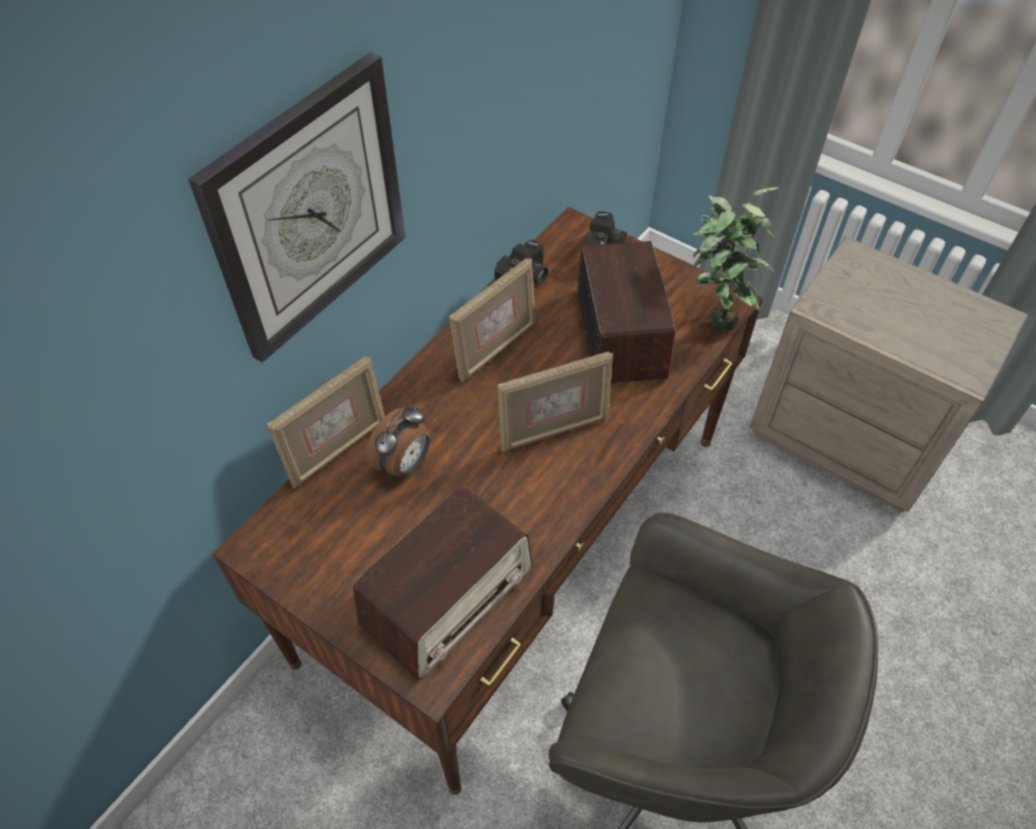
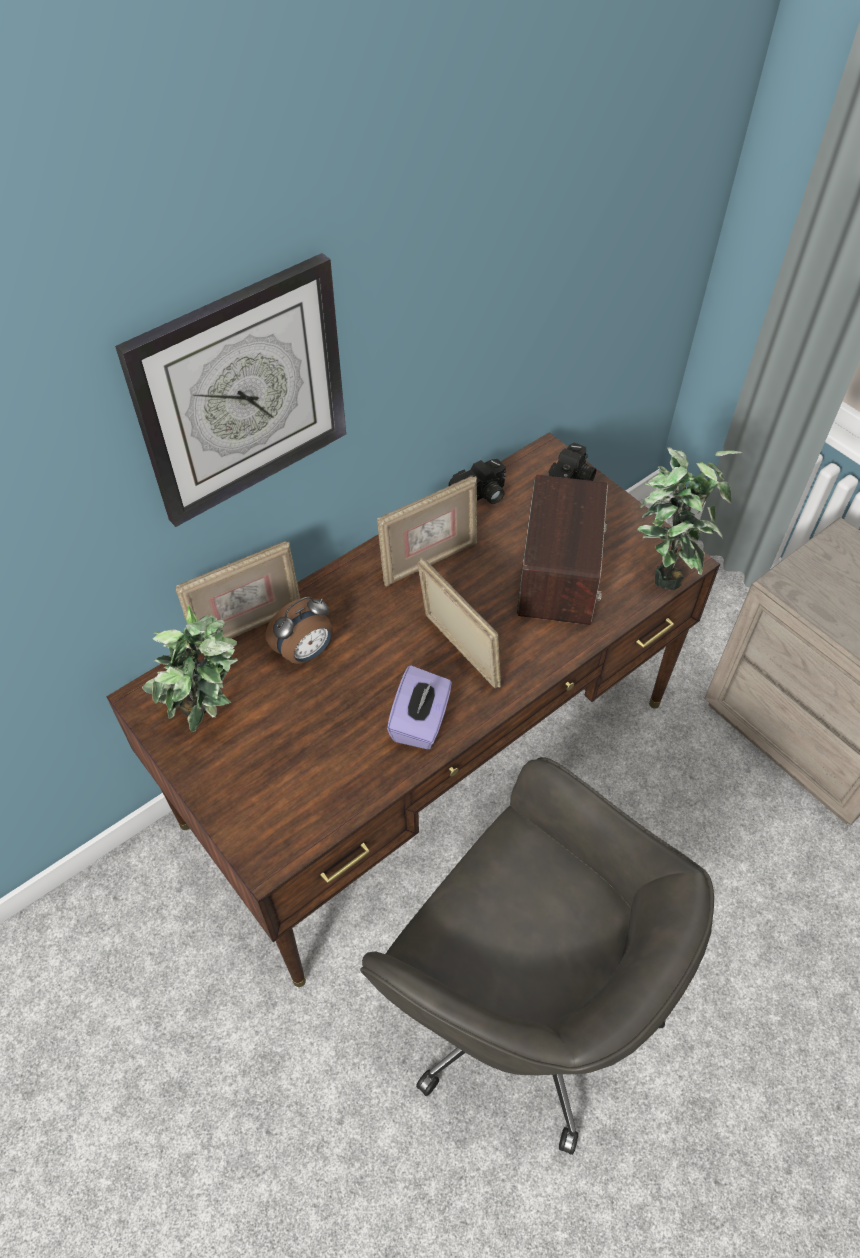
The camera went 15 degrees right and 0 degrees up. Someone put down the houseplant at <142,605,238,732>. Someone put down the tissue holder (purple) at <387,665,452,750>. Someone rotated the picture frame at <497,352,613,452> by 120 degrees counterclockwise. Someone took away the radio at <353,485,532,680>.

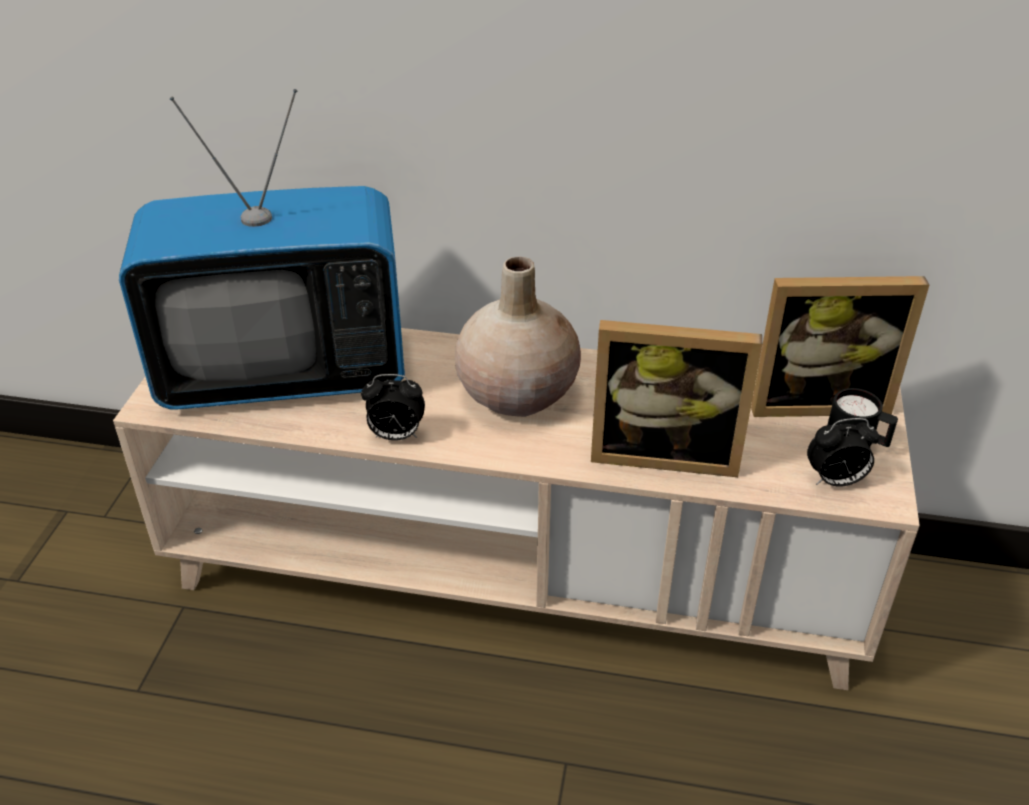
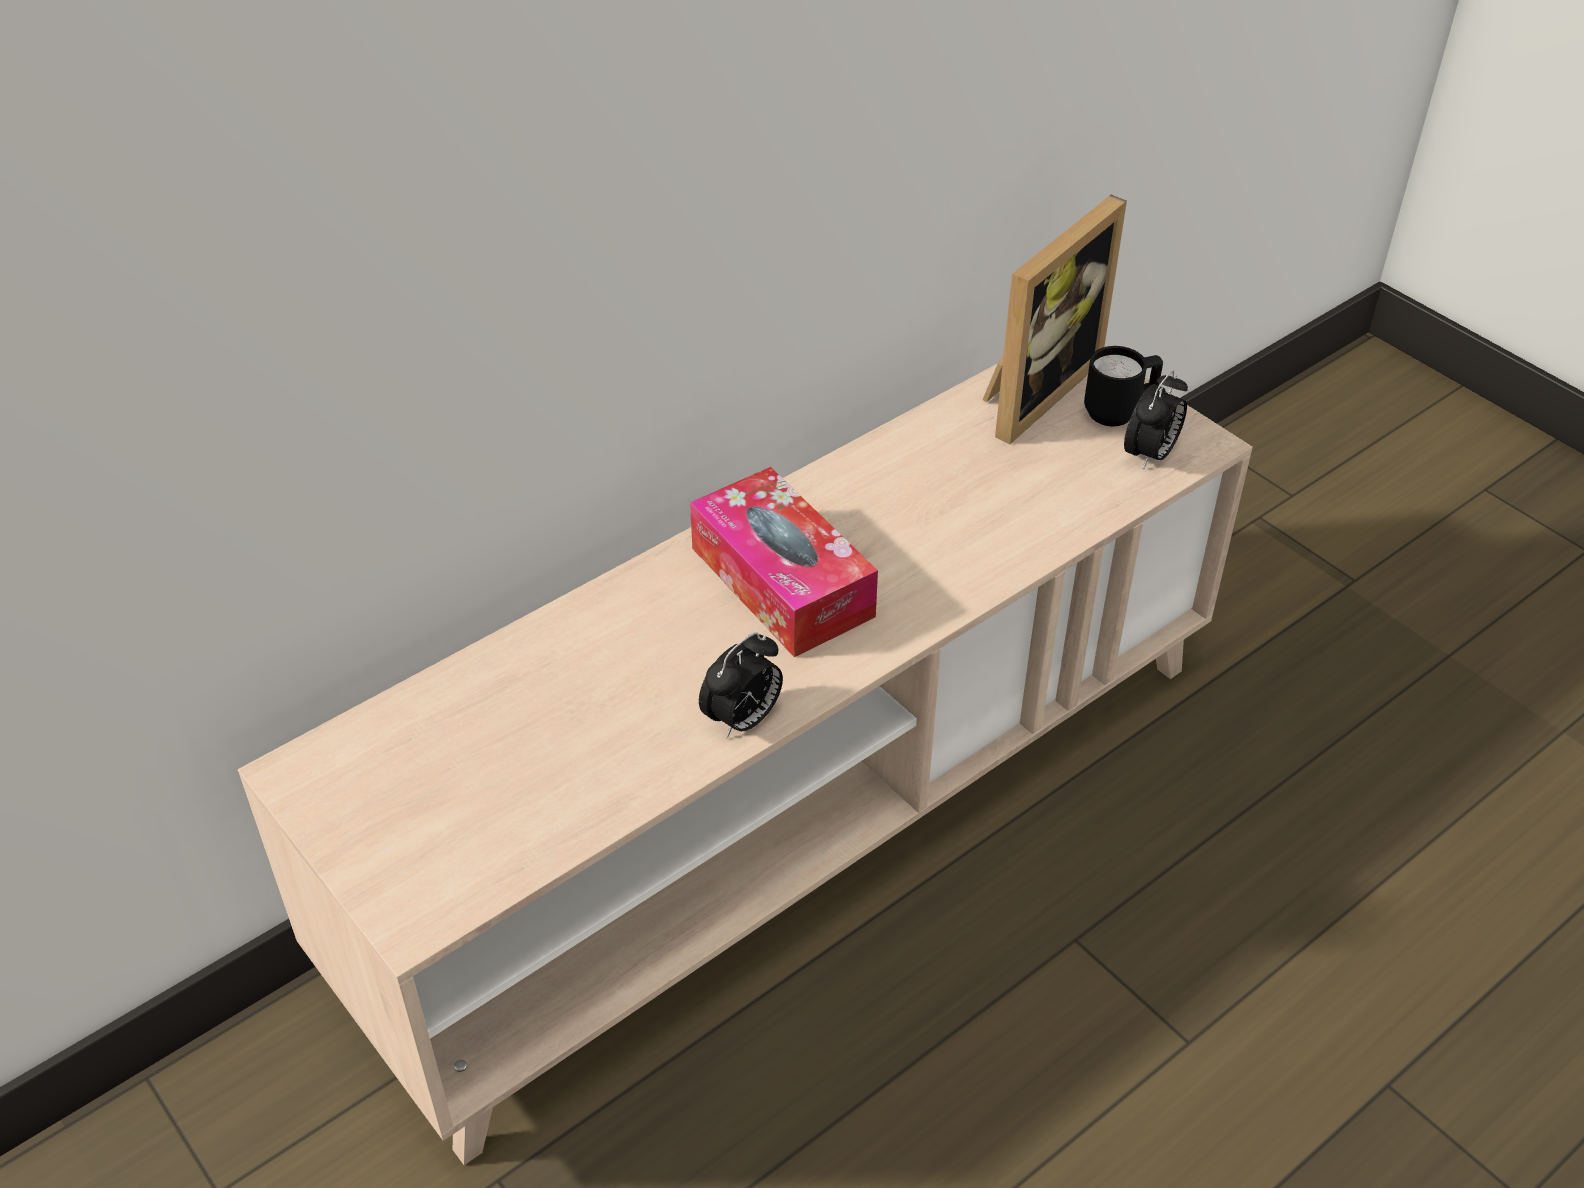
The camera went 50 degrees left and 5 degrees up. Someone swapped the decorative vase (beige) at <455,257,581,417> for the tissue holder at <690,467,878,657>. Someone took away the TV at <119,89,405,409>. Someone took away the picture frame at <591,320,762,477>.

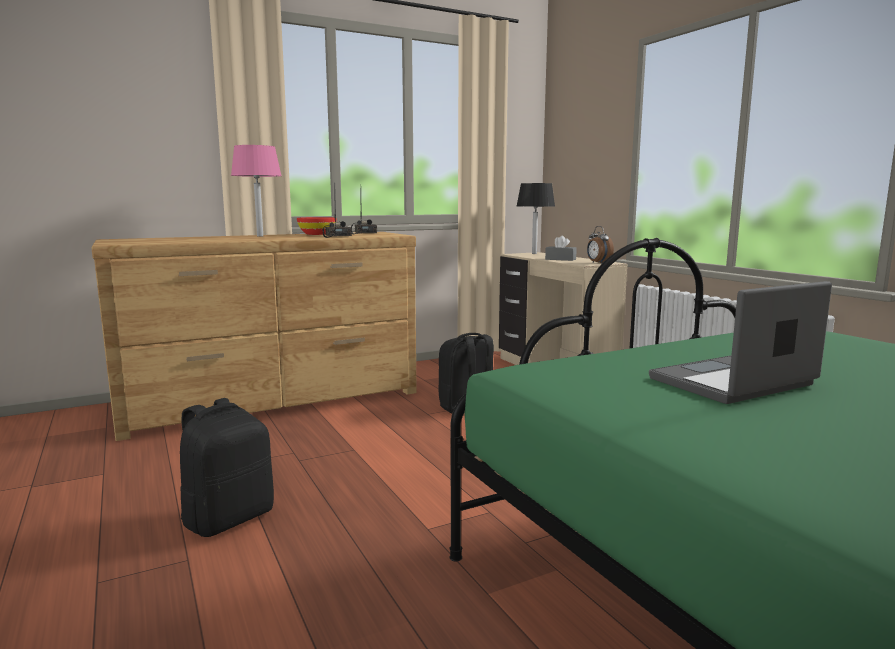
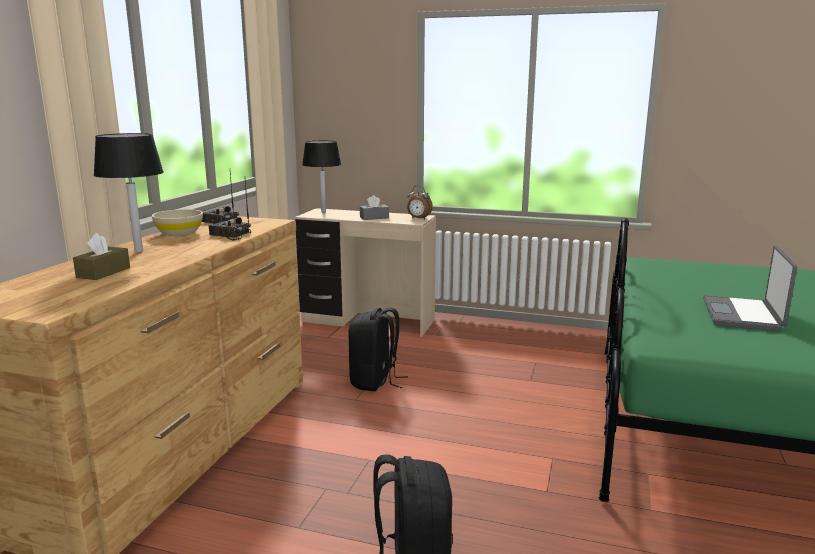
The camera went 45 degrees left and 5 degrees up. Someone put down the tissue holder (brown) at <73,233,130,280>. Someone repainted the table lamp (pink-coloured) at <231,145,282,237>, which became the table lamp (blackish) at <93,133,164,252>. Someone repainted the serving bowl (red) at <297,217,335,235>, which became the serving bowl (beige) at <152,209,203,236>.

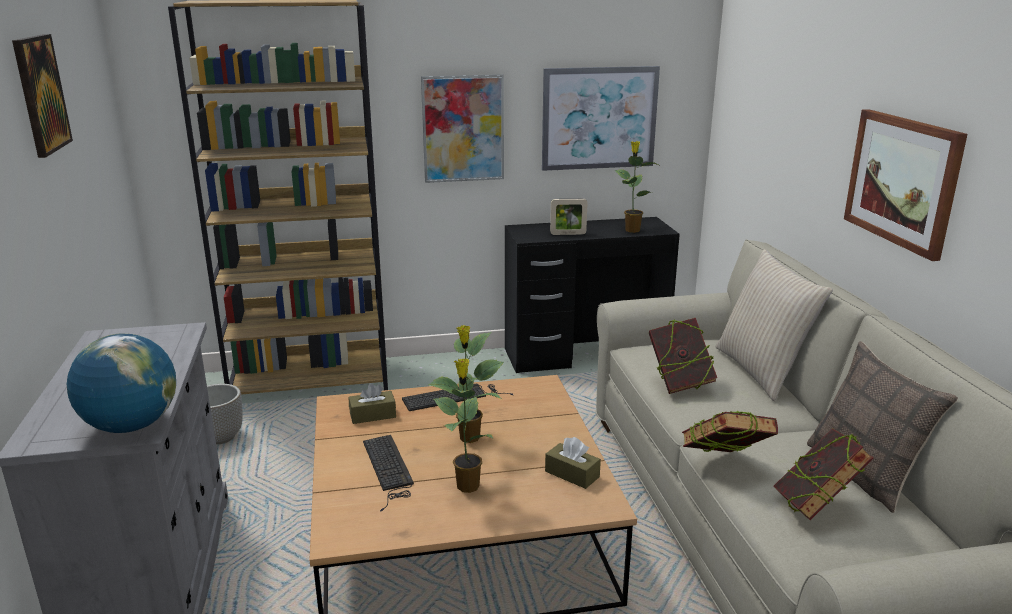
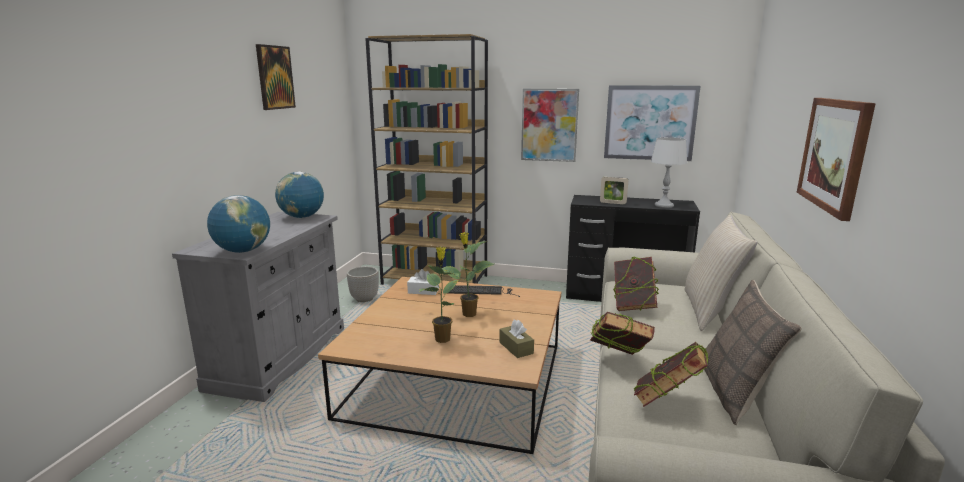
The camera went 25 degrees right and 5 degrees down. Someone put down the desk globe at <275,171,324,218>. Someone repainted the tissue holder (brown) at <349,383,396,424>, which became the tissue holder (white-coloured) at <407,269,439,295>. Someone swapped the houseplant at <614,141,658,233> for the table lamp (greyish) at <651,137,687,208>. Someone took away the computer keyboard at <363,435,414,511>.

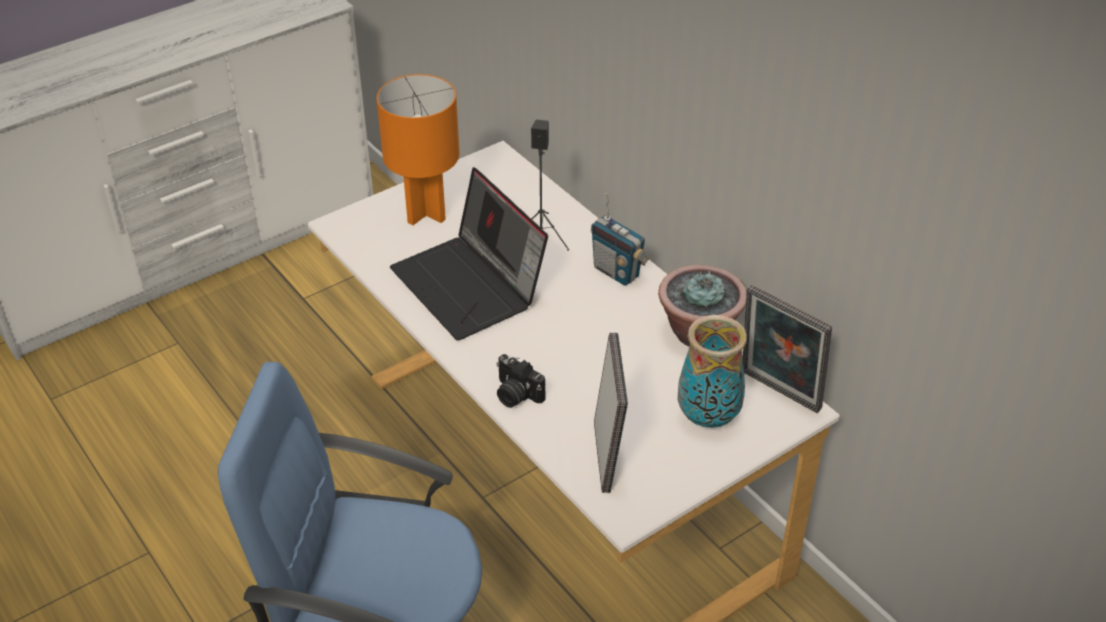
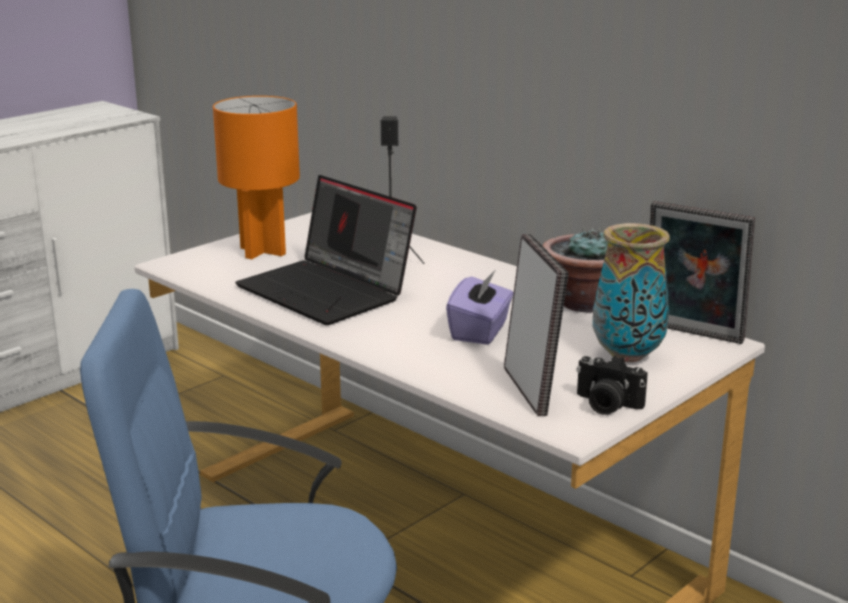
The camera went 10 degrees left and 20 degrees down. Someone put down the tissue holder (purple) at <446,271,514,345>. Someone carried the photo camera from <497,354,545,408> to <576,356,648,415>. Someone took away the radio at <591,193,649,286>.

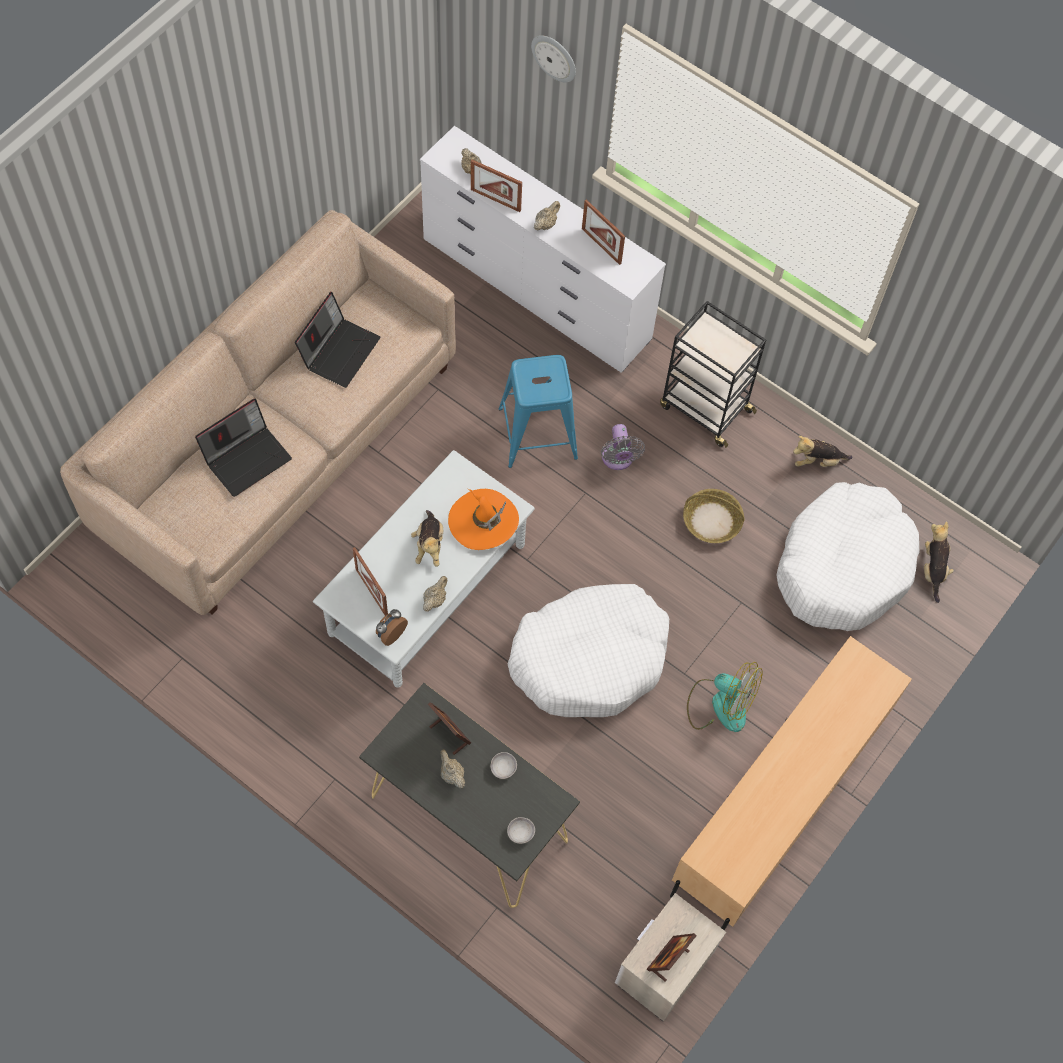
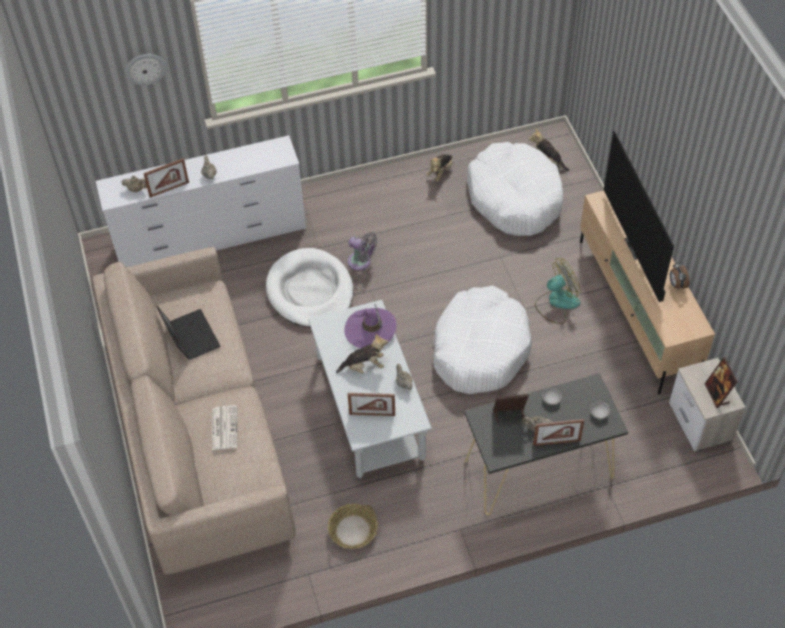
The camera went 50 degrees left and 10 degrees down. Someone swapped the portable computer at <195,398,292,497> for the printed paper at <212,405,237,450>. Someone swapped the stool (blue) at <499,355,578,468> for the pet bed (white-coloured) at <266,248,353,327>. Someone carried the storage basket from <683,489,745,543> to <328,504,378,549>. Someone rotated the plush toy at <411,510,444,567> by 45 degrees counterclockwise. Someone repainted the hat (orange-coloured) at <448,488,519,550>, which became the hat (purple) at <344,304,397,348>. Someone carried the picture frame from <582,199,625,265> to <533,419,584,446>. Someone put down the TV at <604,130,674,302>. Someone carried the alarm clock from <376,609,408,646> to <670,262,689,290>. Someone took away the trolley (blackish) at <660,301,766,448>.

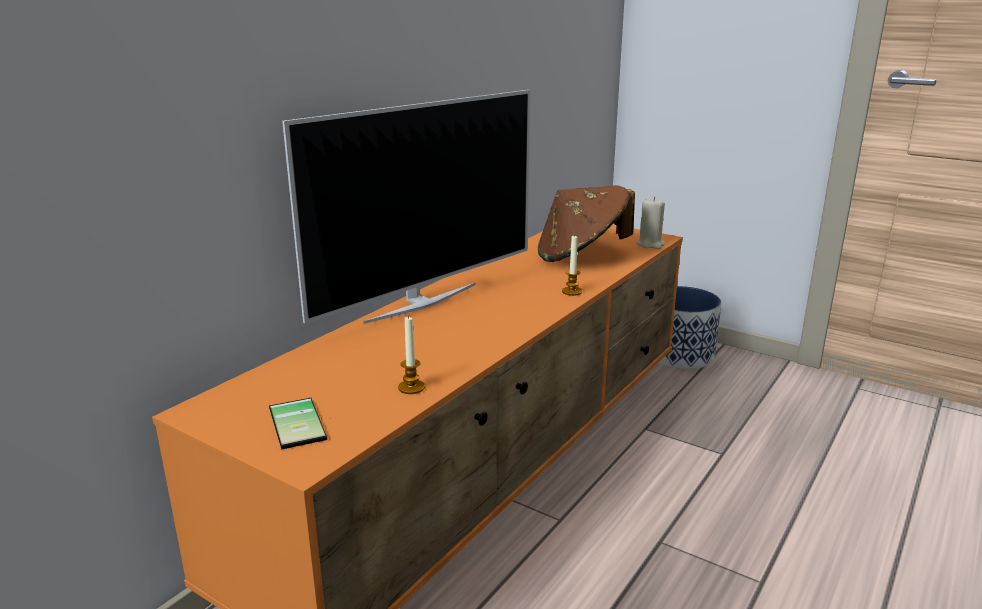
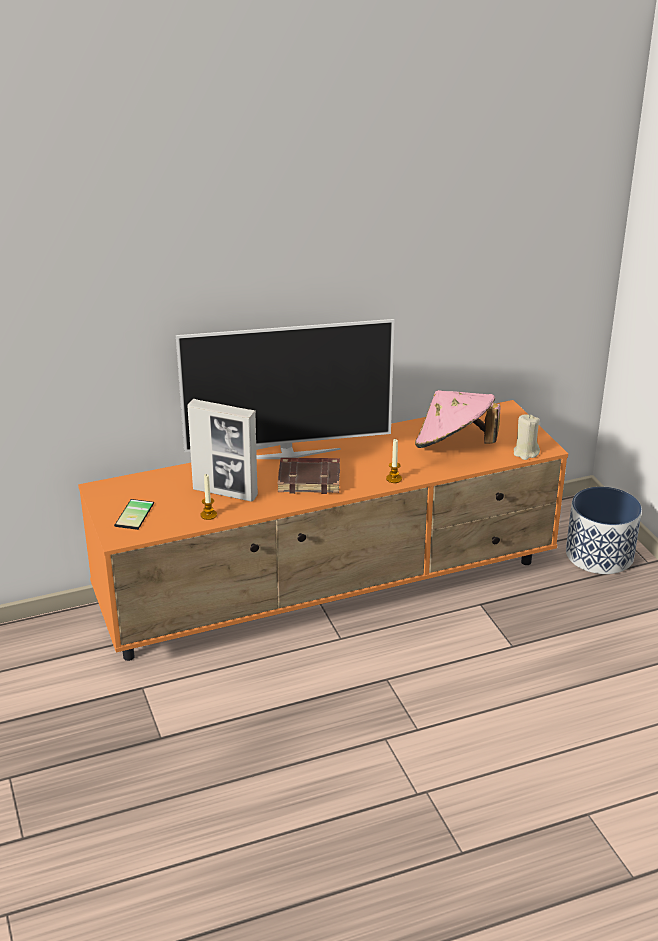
The camera went 35 degrees right and 10 degrees up. Someone put down the picture frame at <188,399,258,502>. Someone put down the bound book (brown) at <277,458,340,494>. Someone repainted the hat (brown) at <538,185,635,262>, which became the hat (pink-coloured) at <415,390,501,448>.

